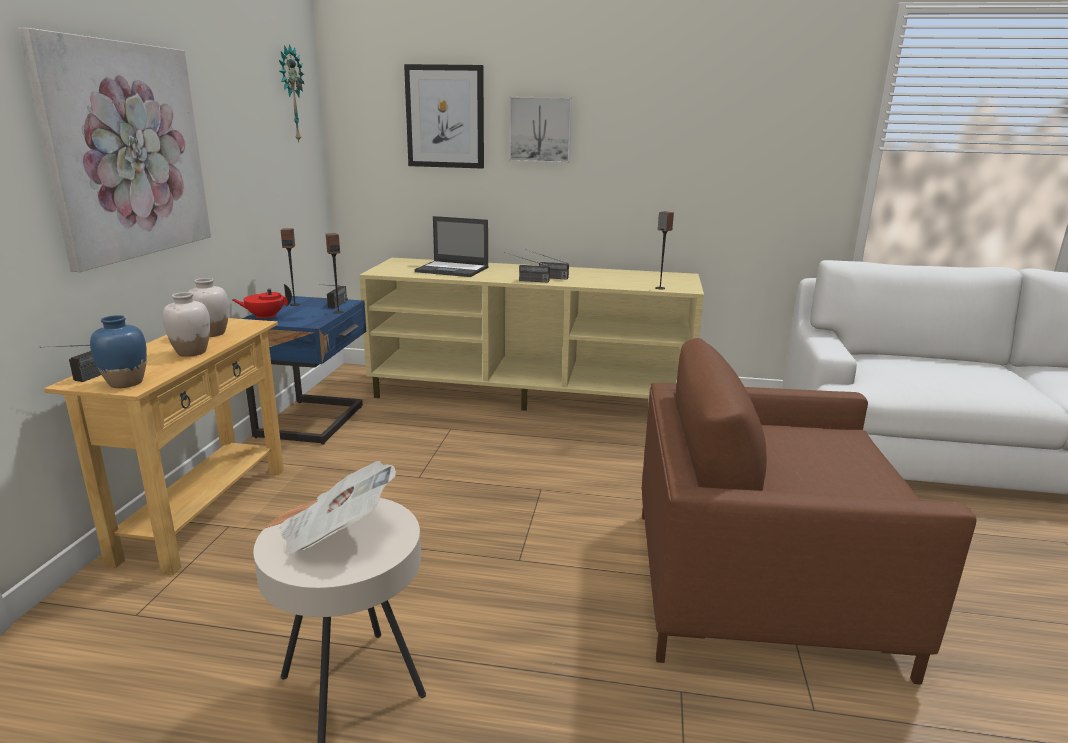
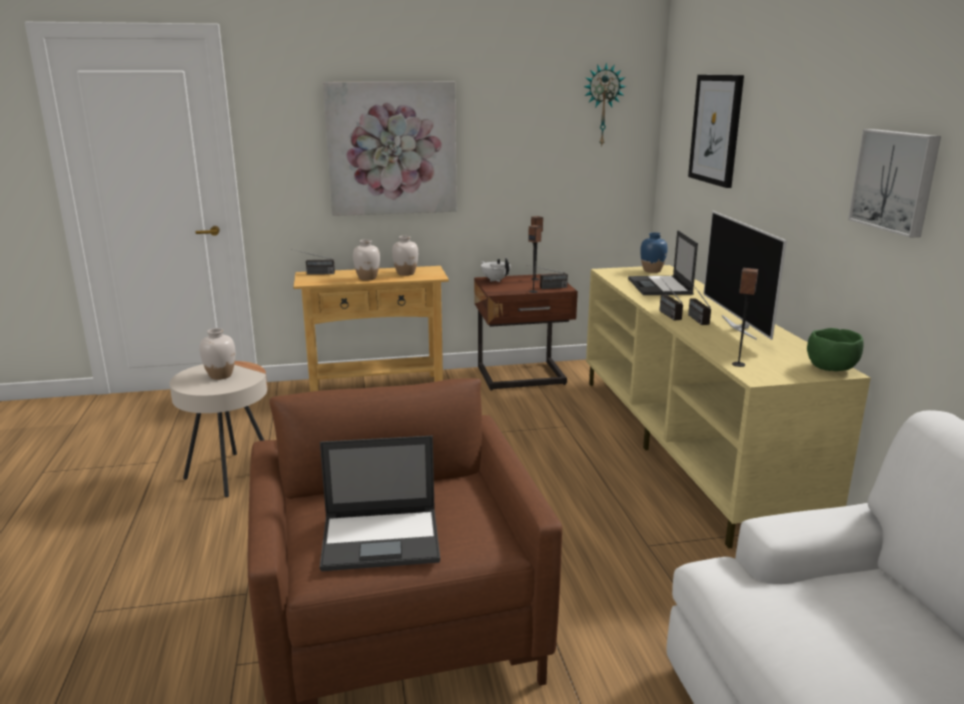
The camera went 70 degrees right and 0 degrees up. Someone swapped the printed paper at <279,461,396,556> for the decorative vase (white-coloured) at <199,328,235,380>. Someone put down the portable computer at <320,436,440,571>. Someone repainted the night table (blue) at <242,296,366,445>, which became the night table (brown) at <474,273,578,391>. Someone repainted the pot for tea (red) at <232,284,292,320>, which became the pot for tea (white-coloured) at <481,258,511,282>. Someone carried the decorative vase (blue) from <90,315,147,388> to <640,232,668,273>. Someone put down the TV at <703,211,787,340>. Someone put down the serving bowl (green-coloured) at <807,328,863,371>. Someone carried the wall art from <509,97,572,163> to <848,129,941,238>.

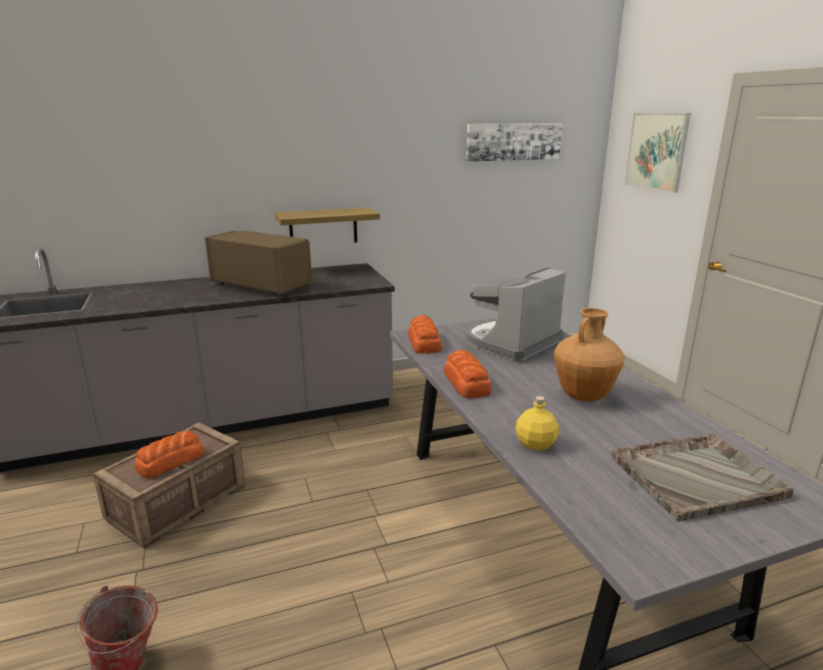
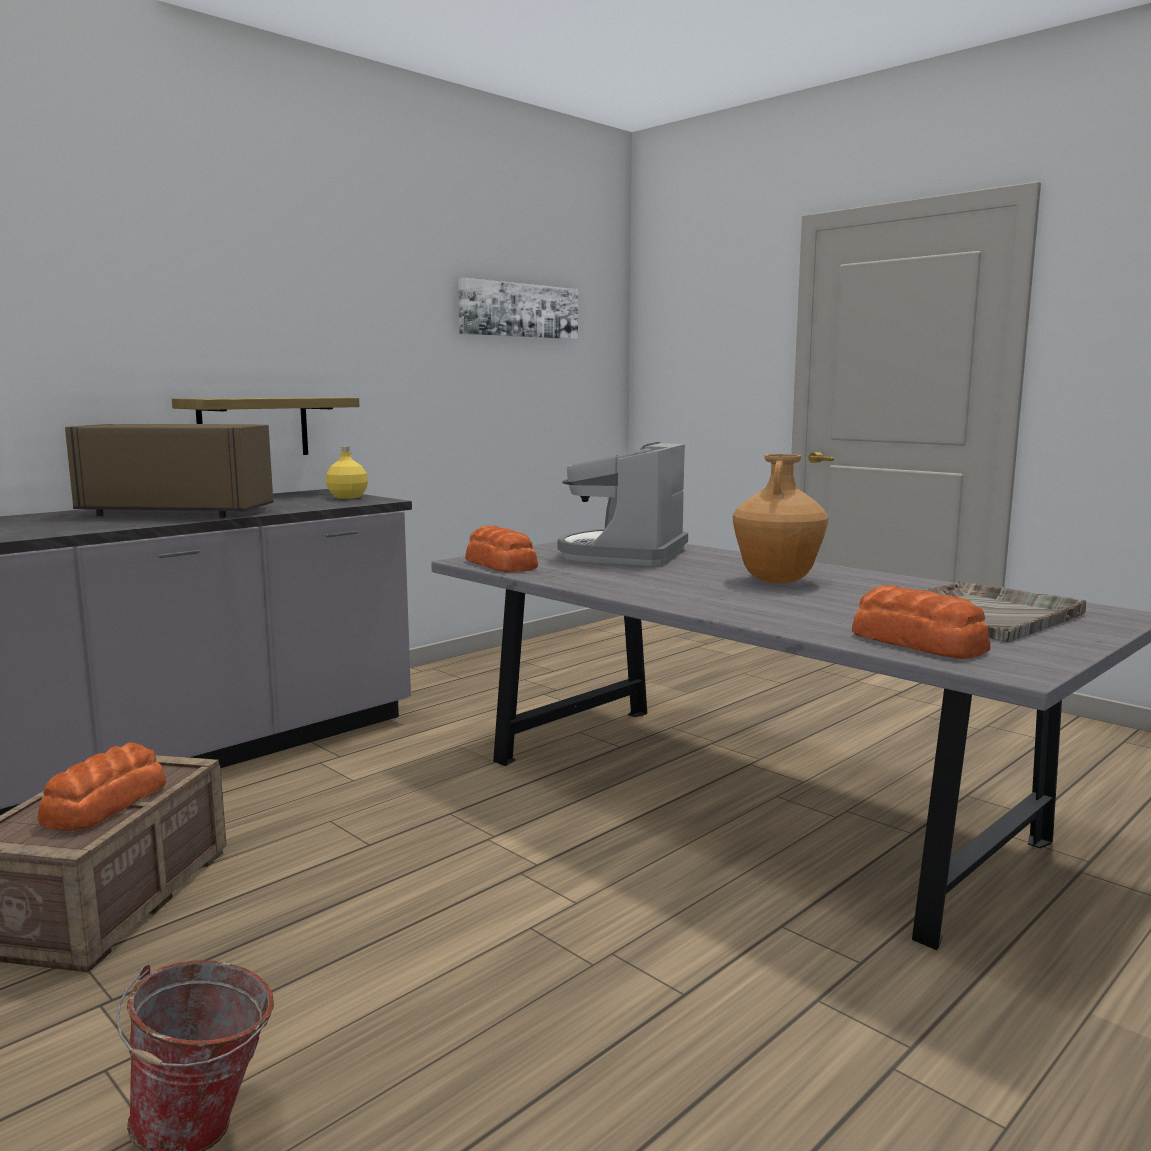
The camera went 25 degrees left and 10 degrees down. Someone carried the bottle (yellow) from <515,396,559,451> to <326,446,368,499>. Someone carried the baked bread from <444,350,492,398> to <852,585,990,659>. Someone took away the wall art at <624,113,691,193>.

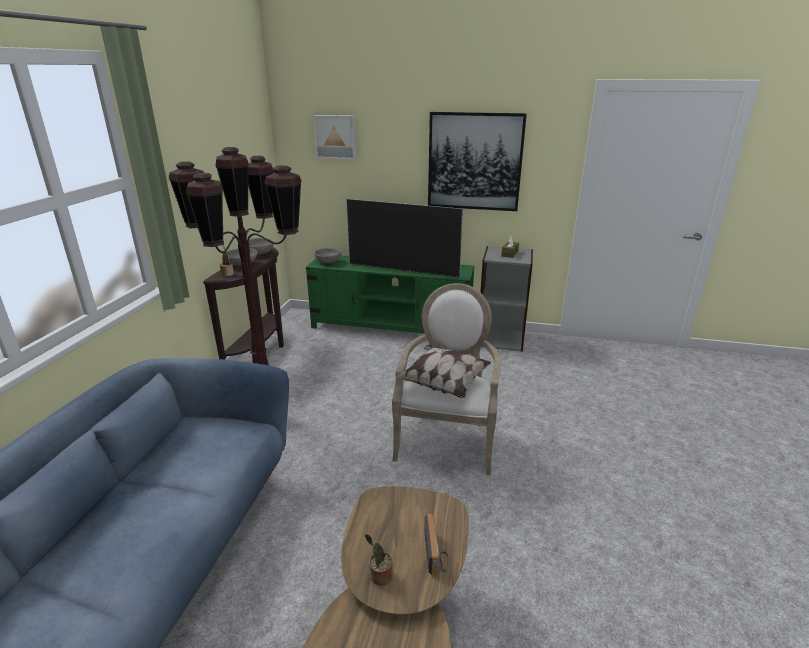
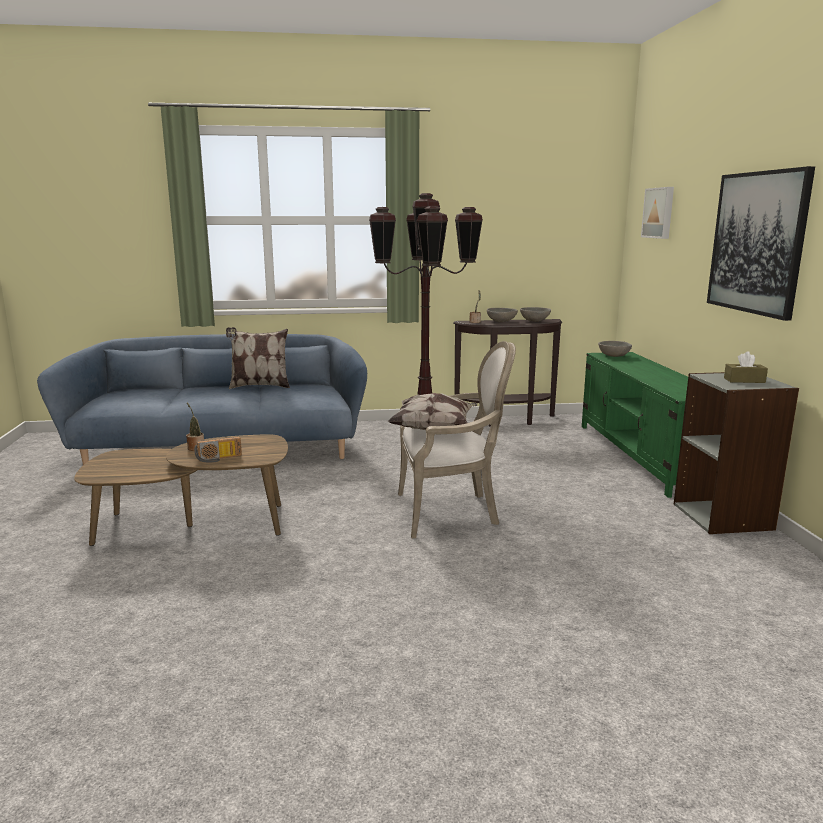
The camera went 70 degrees right and 10 degrees down. Someone put down the pillow at <226,327,290,389>. Someone took away the TV at <346,199,463,278>.

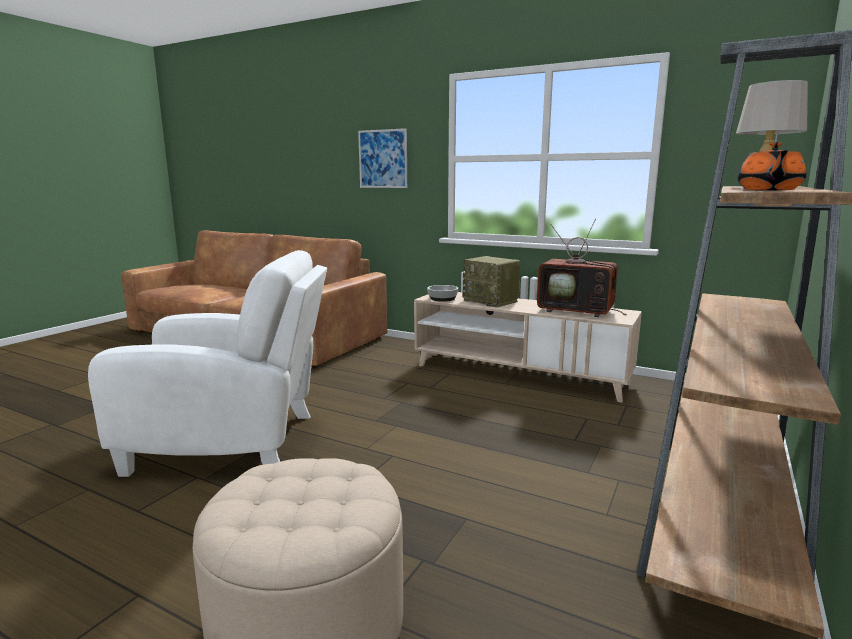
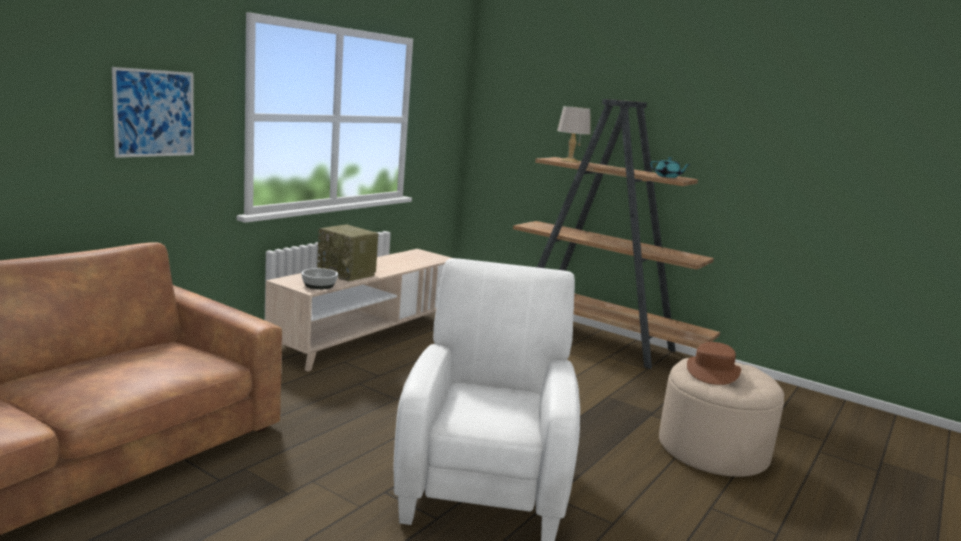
The camera went 85 degrees left and 0 degrees up. Someone rotated the radio at <463,256,520,308> by 75 degrees clockwise. Someone repainted the pot for tea (orange-coloured) at <737,142,806,190>, which became the pot for tea (blue-green) at <650,157,691,178>. Someone put down the hat (brown) at <687,342,741,385>. Someone took away the TV at <537,218,627,317>.

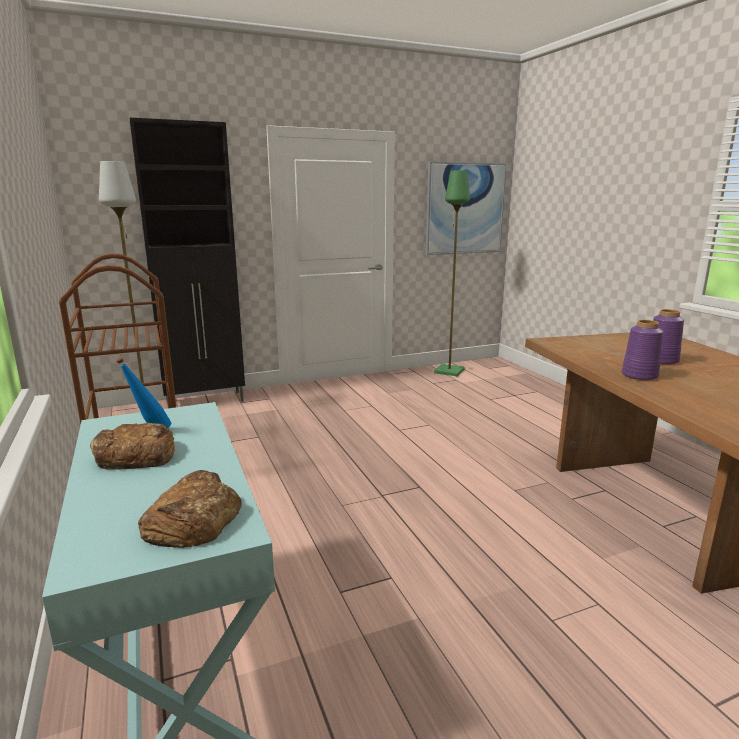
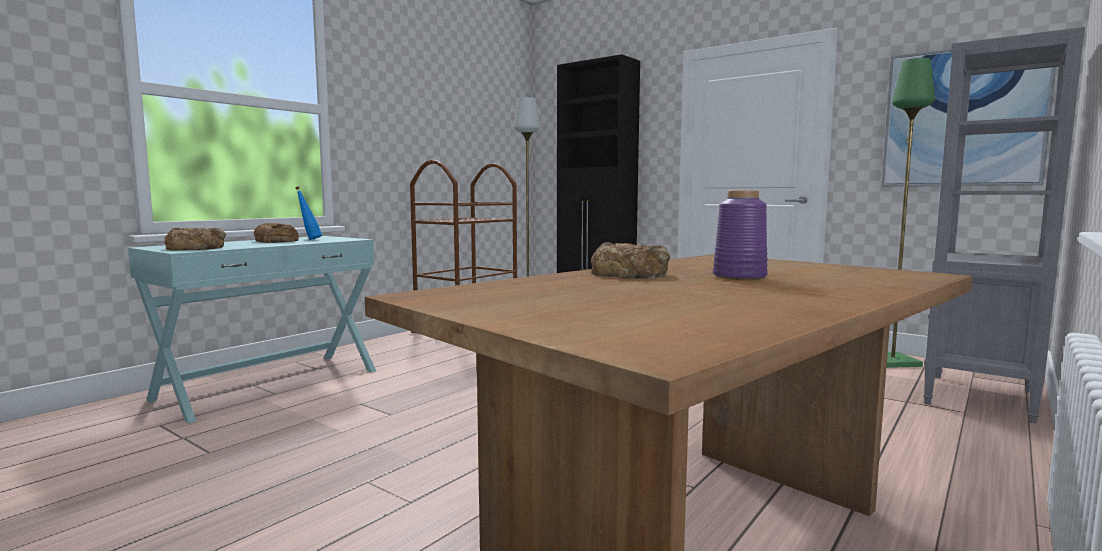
The camera went 60 degrees right and 10 degrees down. Someone swapped the decorative vase (purple) at <622,320,663,380> for the baked bread at <591,242,670,279>. Someone put down the shelving unit (greyish) at <923,27,1085,424>.

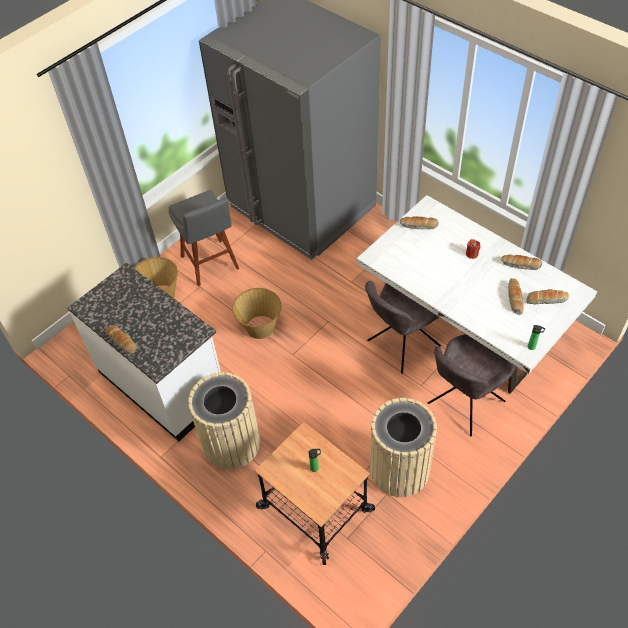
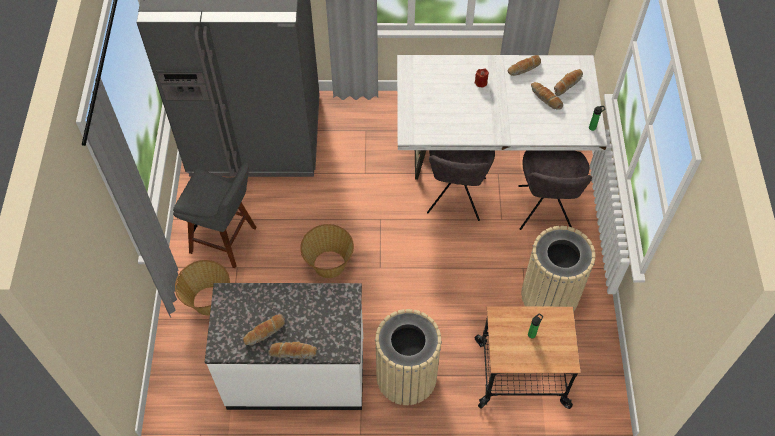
The camera went 45 degrees left and 5 degrees up. Someone carried the baked bread from <400,216,439,229> to <243,314,285,345>.

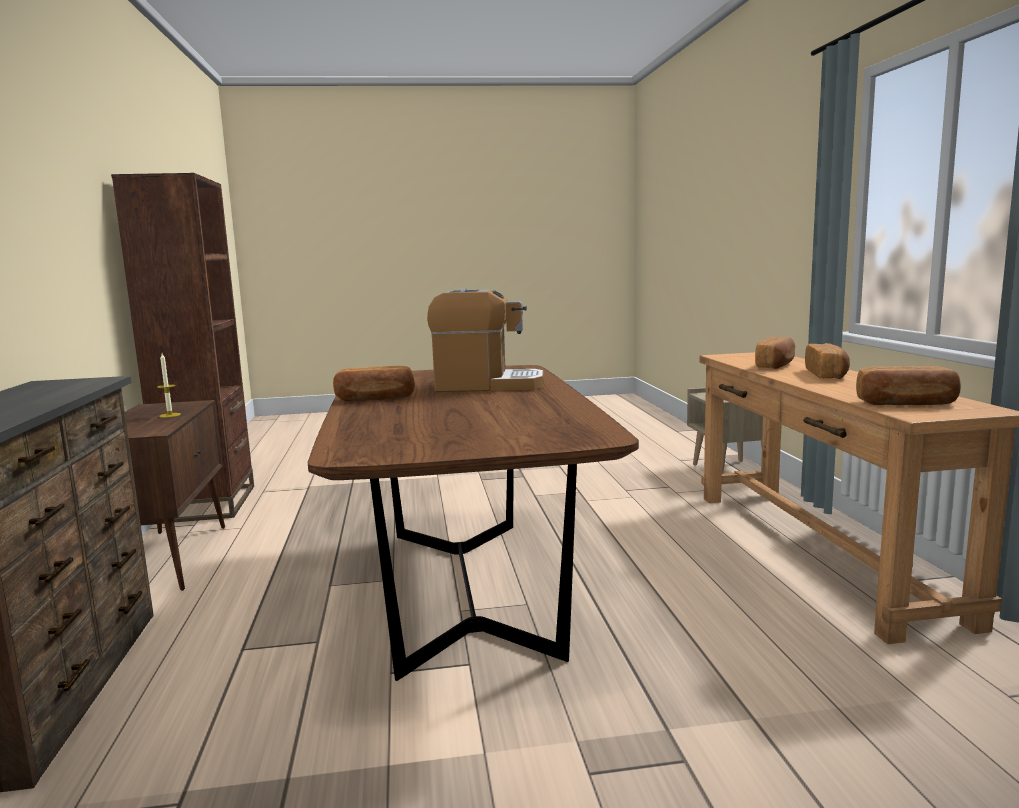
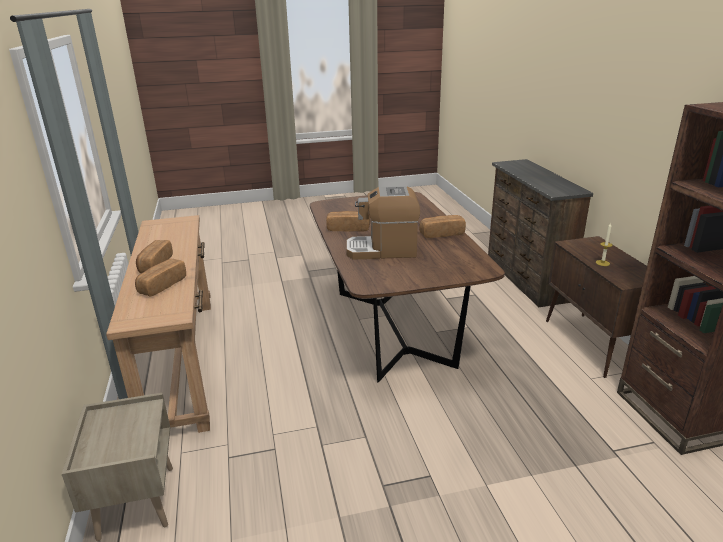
The camera went 175 degrees right and 15 degrees up. Someone carried the baked bread from <856,366,961,405> to <326,211,370,232>.

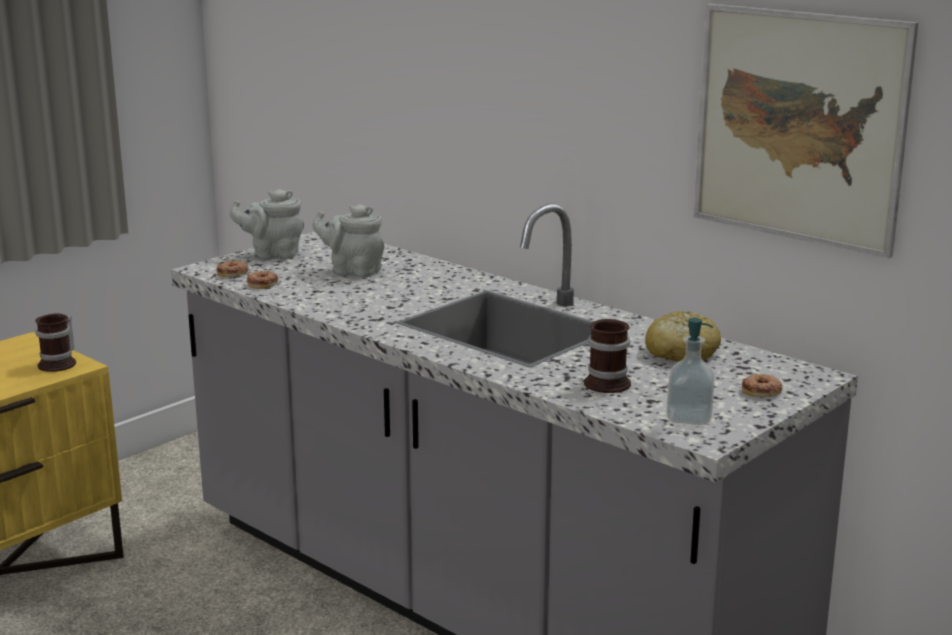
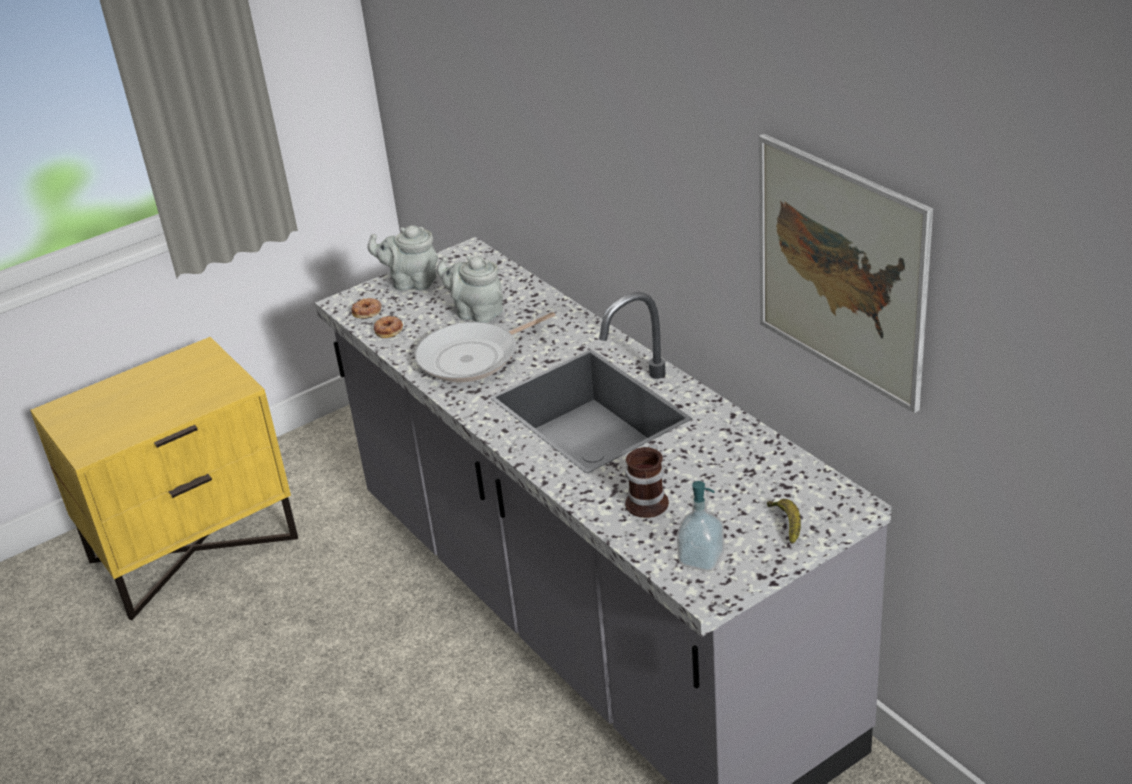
The camera went 15 degrees right and 15 degrees up. Someone put down the pan at <415,312,556,382>. Someone swapped the ring doughnut at <742,374,782,397> for the whole banana at <767,499,801,544>. Someone took away the coffee mug at <35,313,76,372>. Someone took away the baked bread at <645,311,721,362>.

